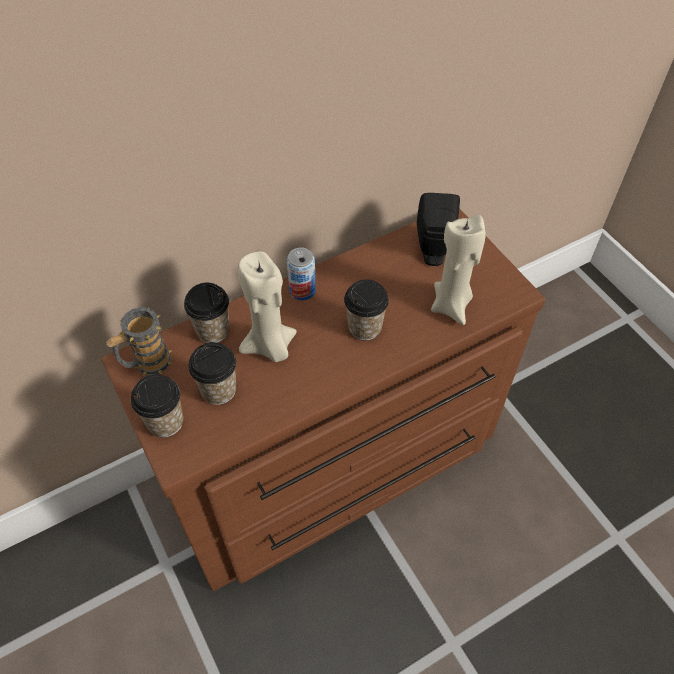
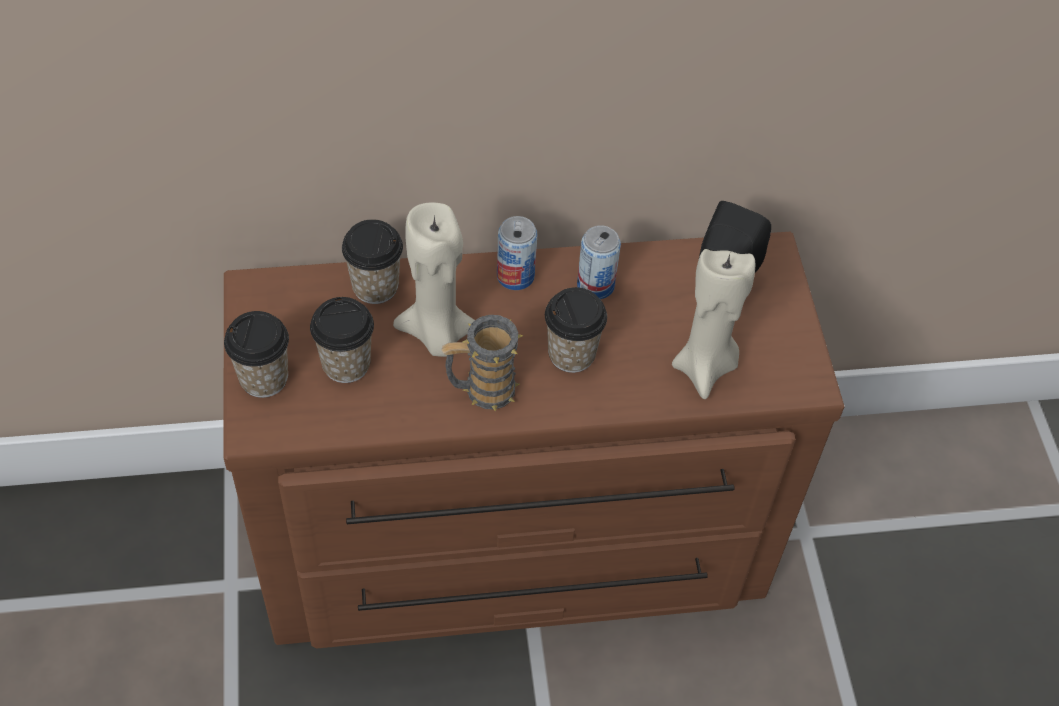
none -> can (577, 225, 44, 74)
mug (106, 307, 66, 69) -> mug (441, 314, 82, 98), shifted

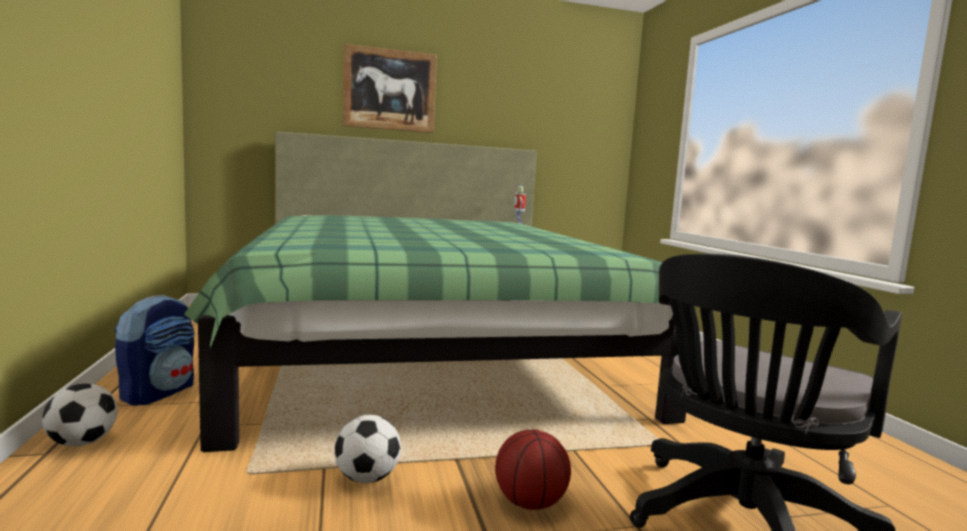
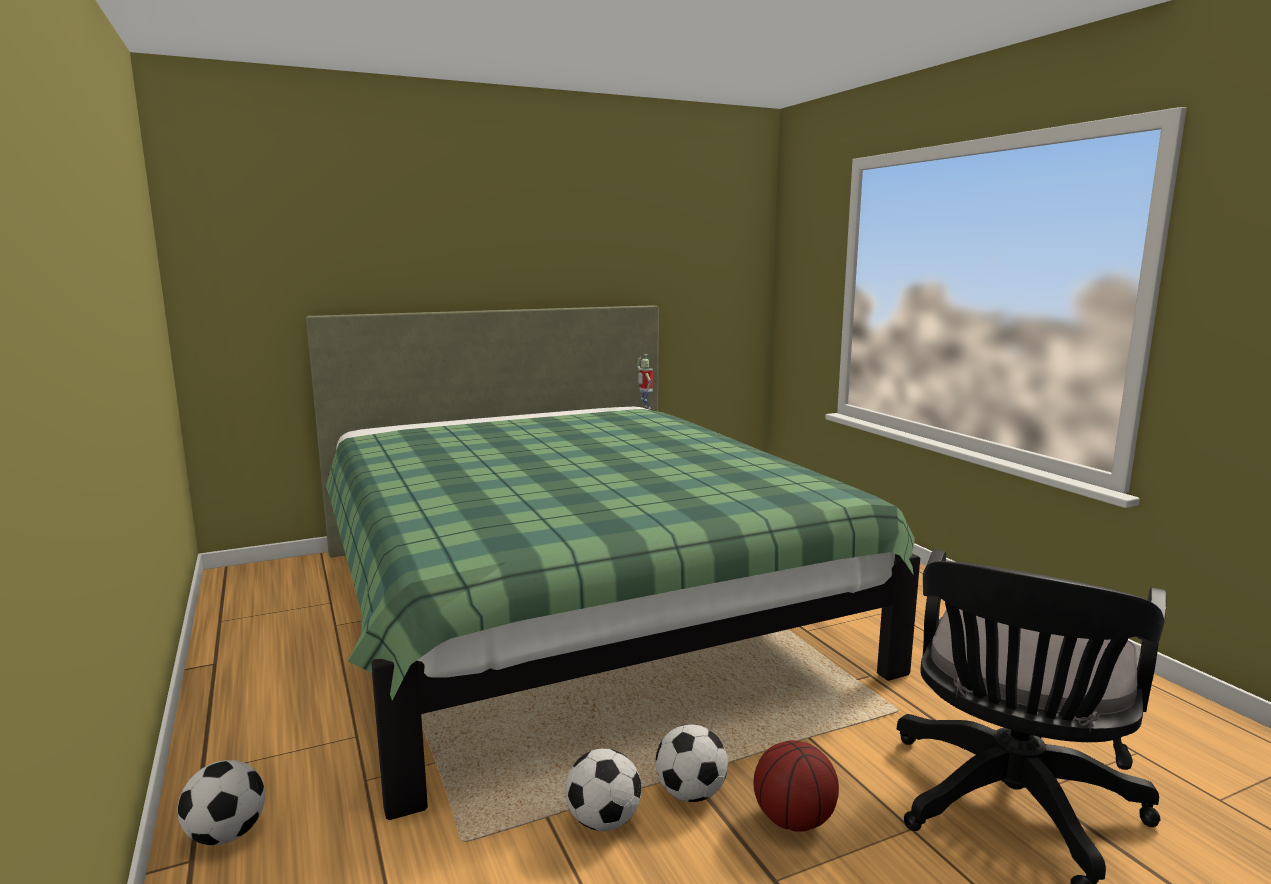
backpack (115, 295, 80, 111) -> none
picture (343, 44, 94, 89) -> none
none -> football (656, 724, 72, 78)

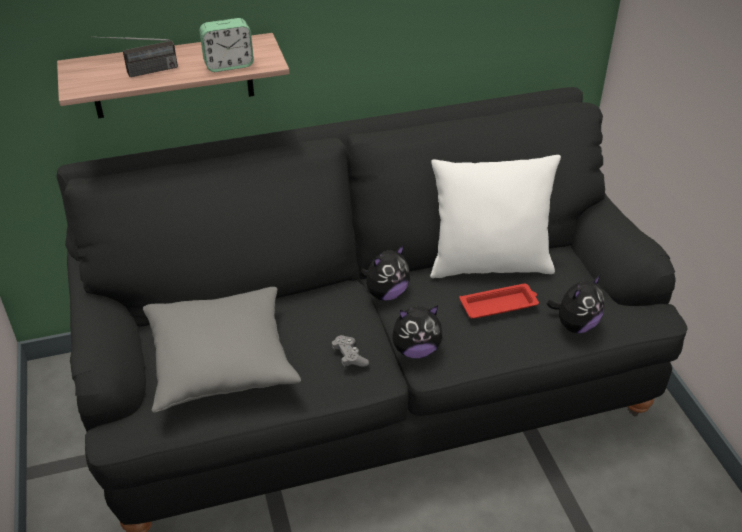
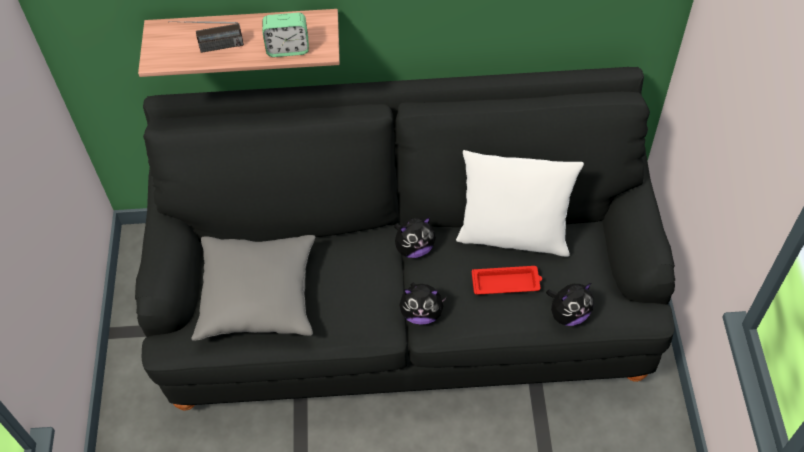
grey game controller (331, 335, 38, 32) -> none

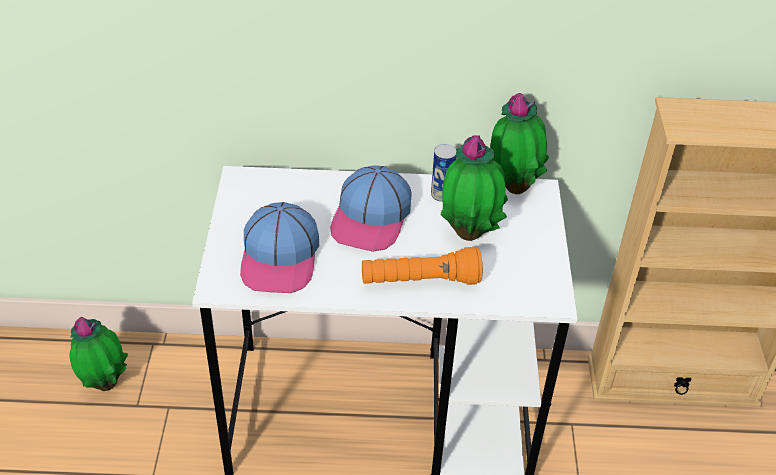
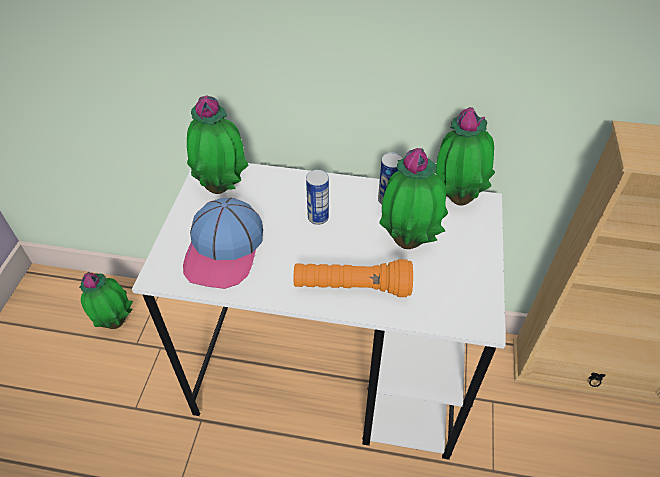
none -> potted plant (187, 95, 61, 99)
cap (330, 165, 82, 87) -> can (306, 170, 23, 55)

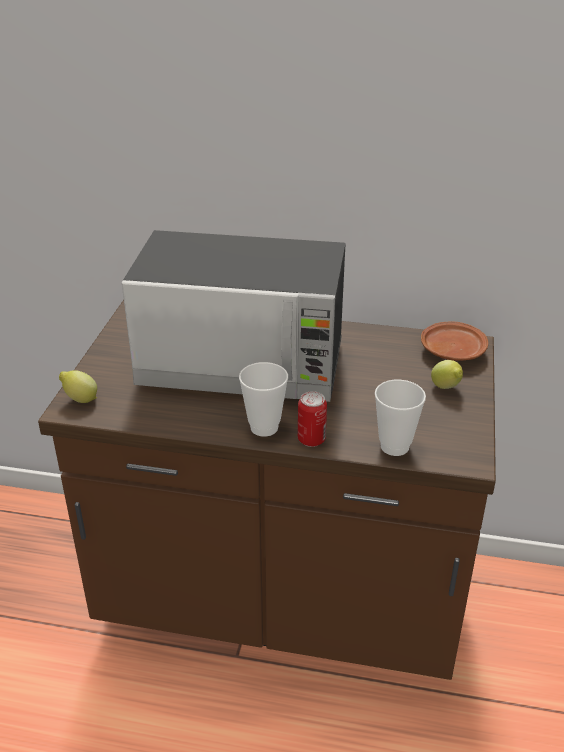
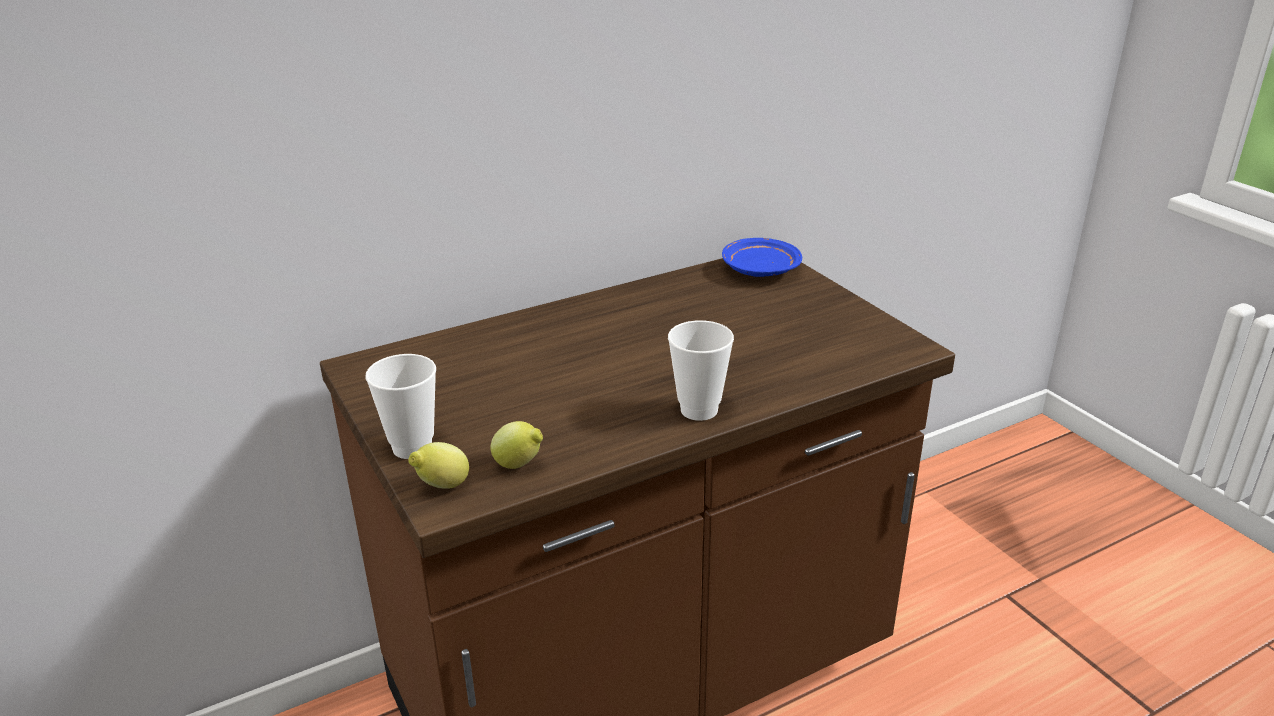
microwave (122, 230, 224, 172) -> none
can (298, 391, 29, 56) -> none
cup (375, 380, 51, 76) -> cup (365, 354, 71, 105), shifted
lemon (431, 360, 32, 29) -> lemon (490, 421, 53, 48), shifted
brown plate (421, 322, 67, 39) -> blue plate (722, 238, 80, 39)

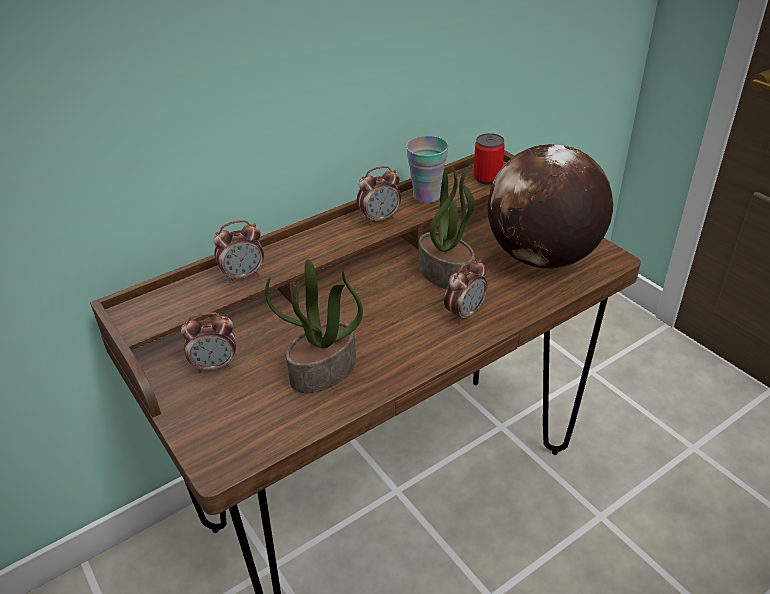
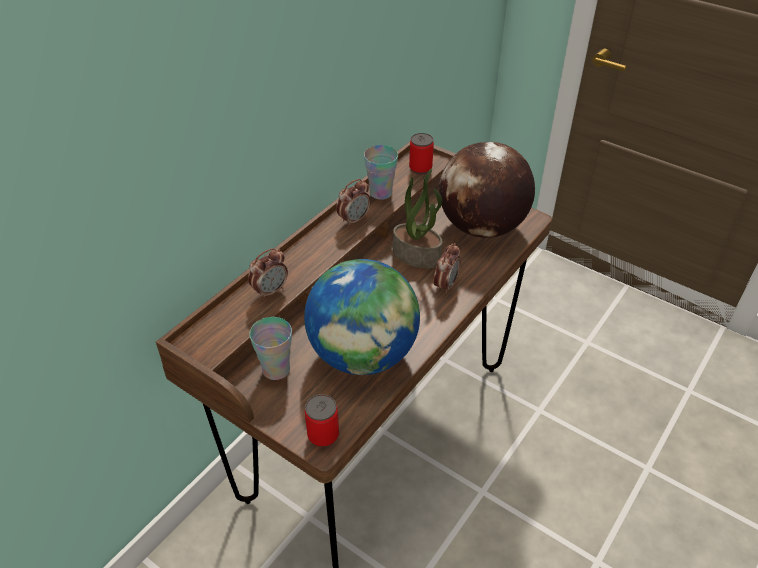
none -> can (305, 394, 34, 53)
alarm clock (181, 312, 55, 61) -> cup (249, 317, 43, 63)
potted plant (265, 259, 98, 134) -> globe (304, 259, 116, 116)

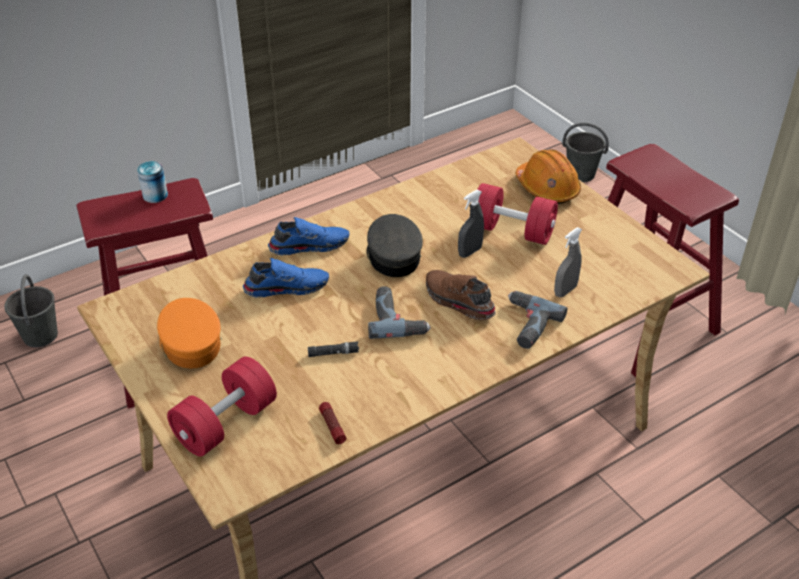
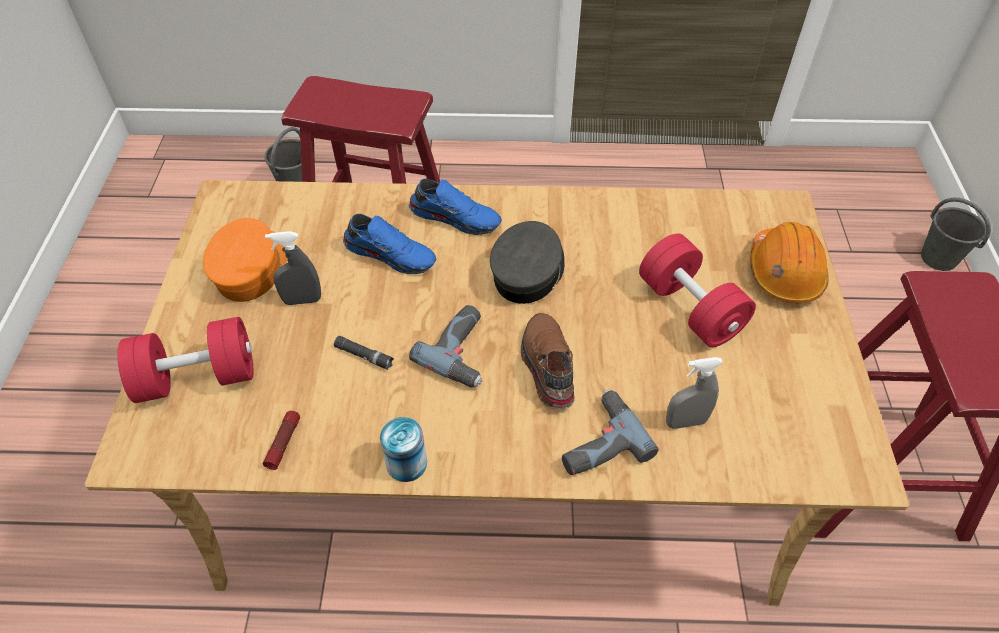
can (137, 161, 31, 42) -> can (380, 417, 47, 65), shifted
grey spray bottle (458, 190, 26, 68) -> grey spray bottle (265, 231, 56, 74), shifted

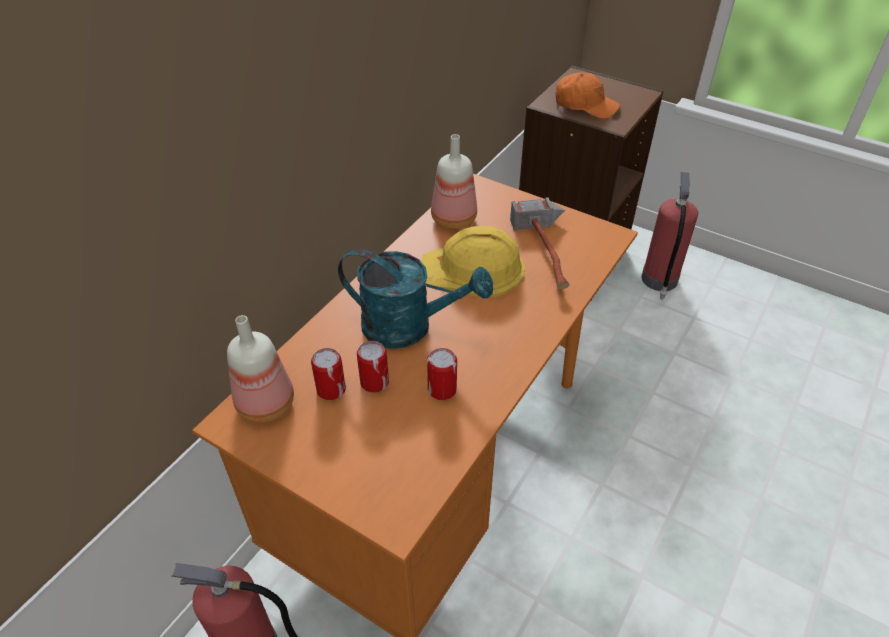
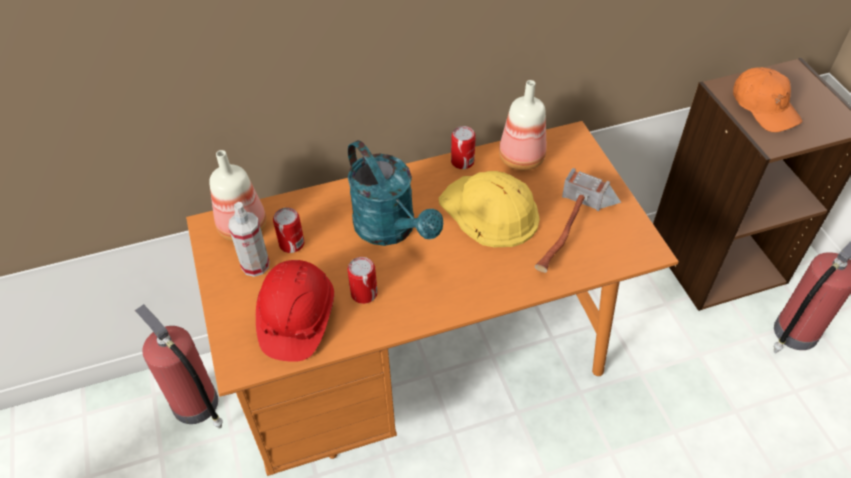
none -> spray bottle (228, 202, 41, 75)
none -> red hard hat (256, 260, 78, 102)
can (357, 341, 32, 52) -> can (451, 126, 25, 43), shifted

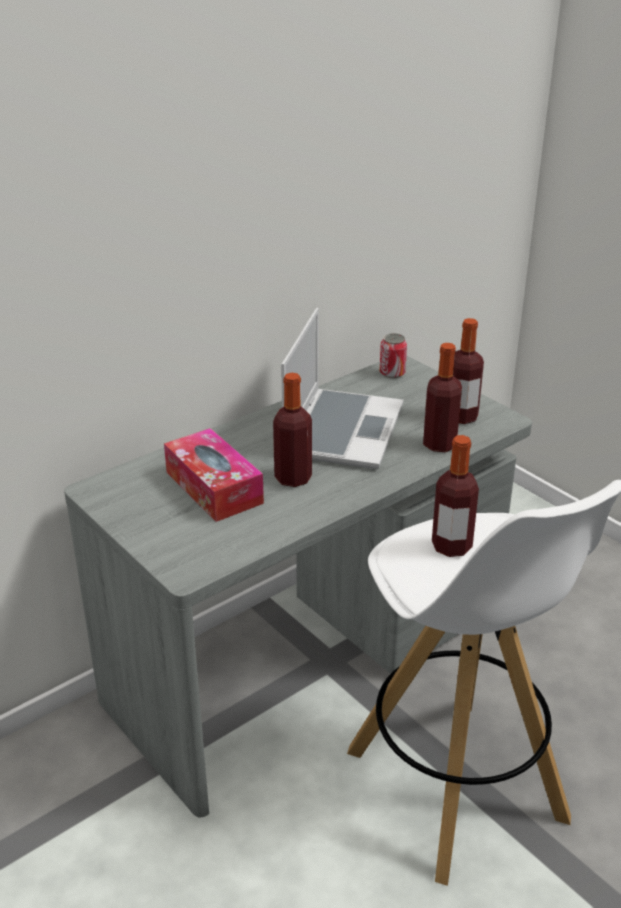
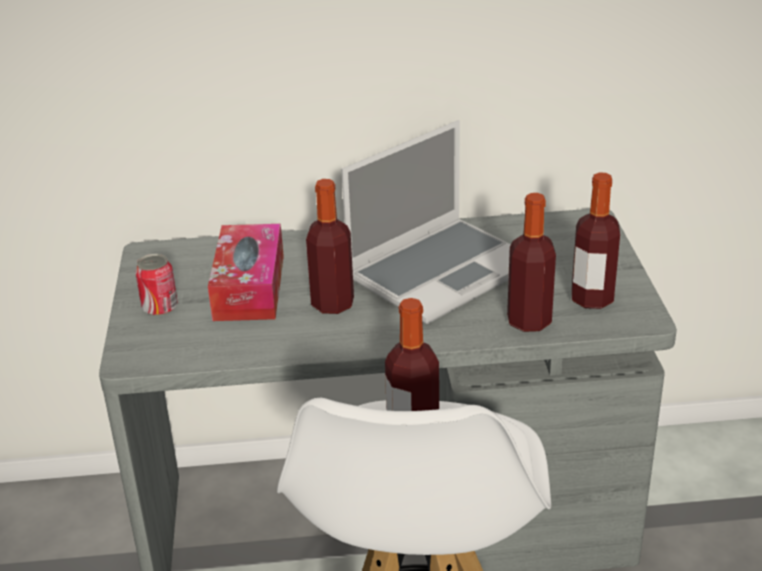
can (380, 333, 27, 45) -> can (135, 254, 43, 62), shifted

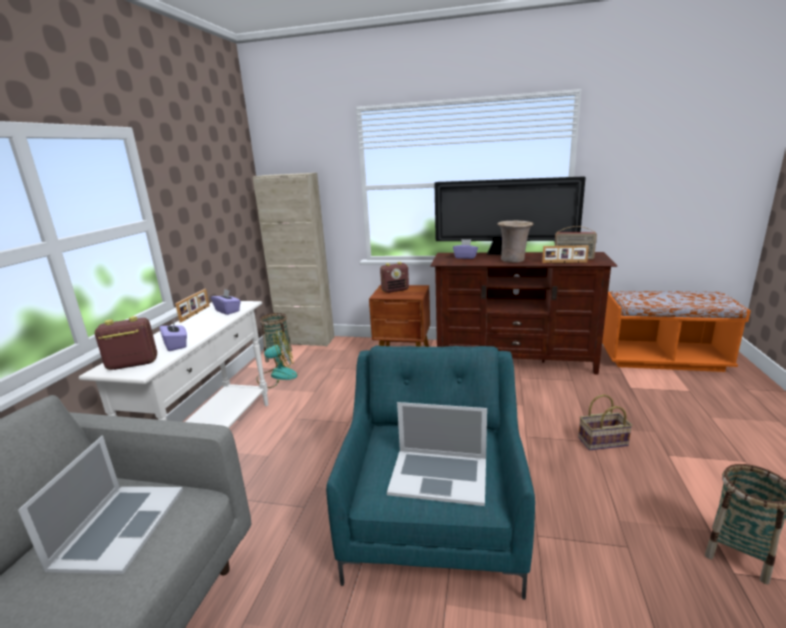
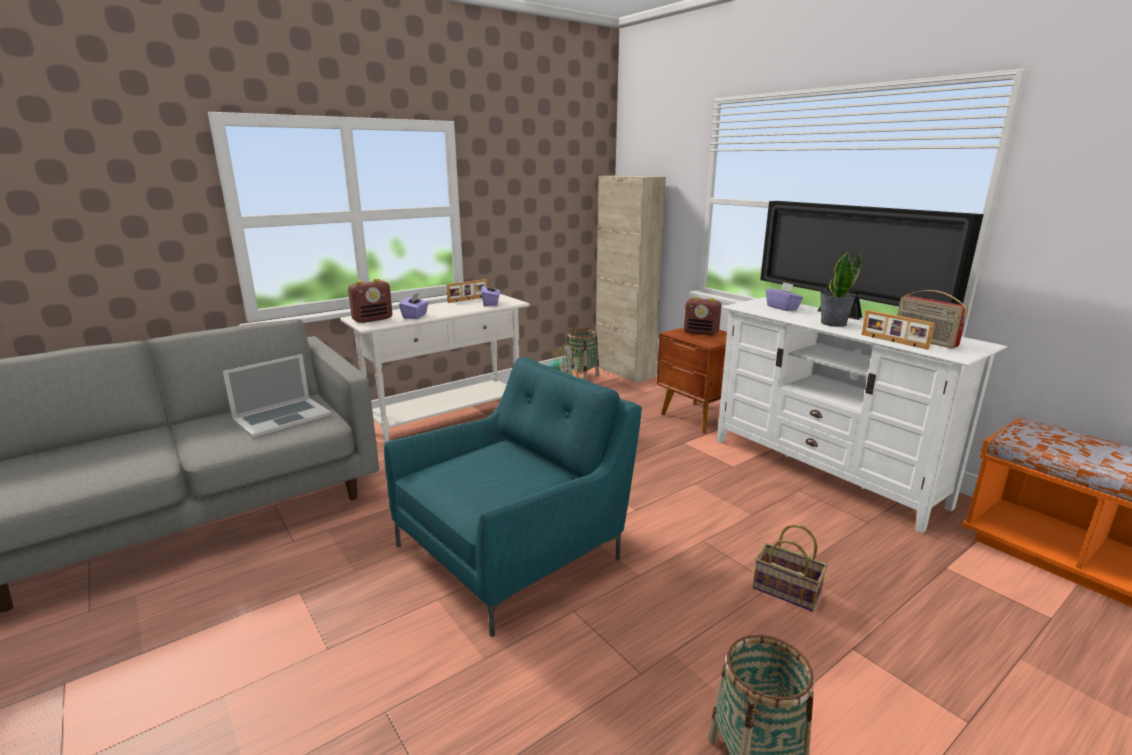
laptop (387, 402, 100, 104) -> none
beige vase (497, 220, 36, 43) -> potted plant (820, 252, 42, 75)
brown tv stand (430, 252, 187, 122) -> white tv stand (717, 297, 290, 236)
radio (95, 316, 62, 54) -> radio (348, 278, 45, 45), 120 degrees clockwise

